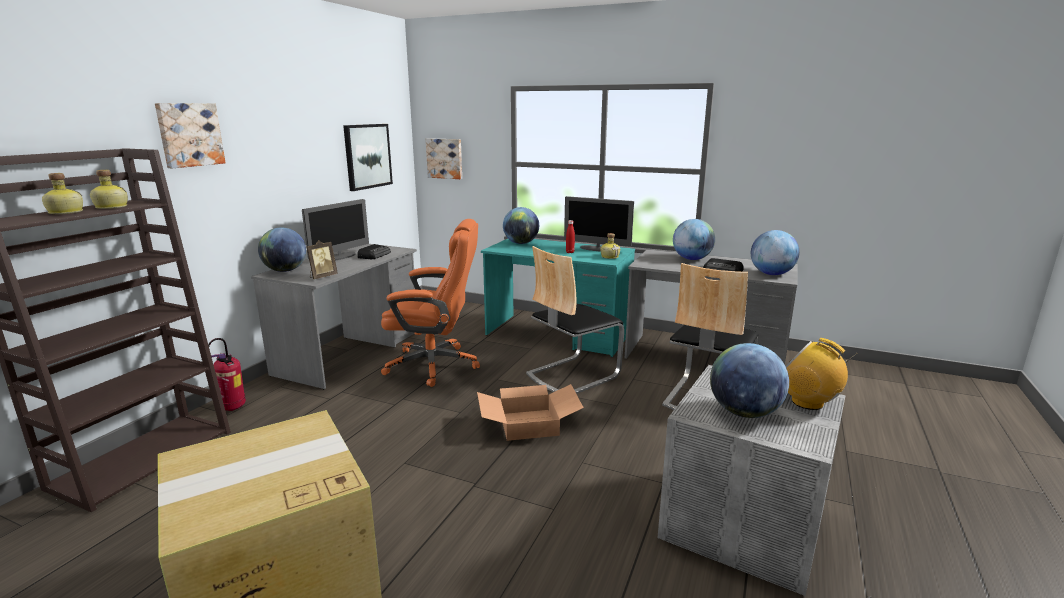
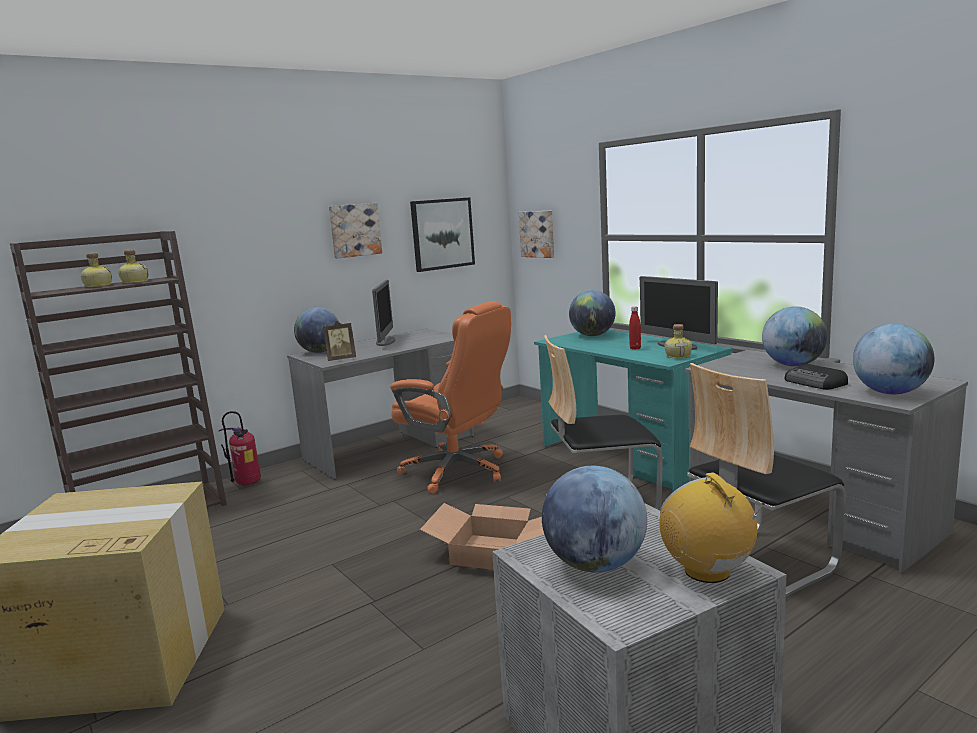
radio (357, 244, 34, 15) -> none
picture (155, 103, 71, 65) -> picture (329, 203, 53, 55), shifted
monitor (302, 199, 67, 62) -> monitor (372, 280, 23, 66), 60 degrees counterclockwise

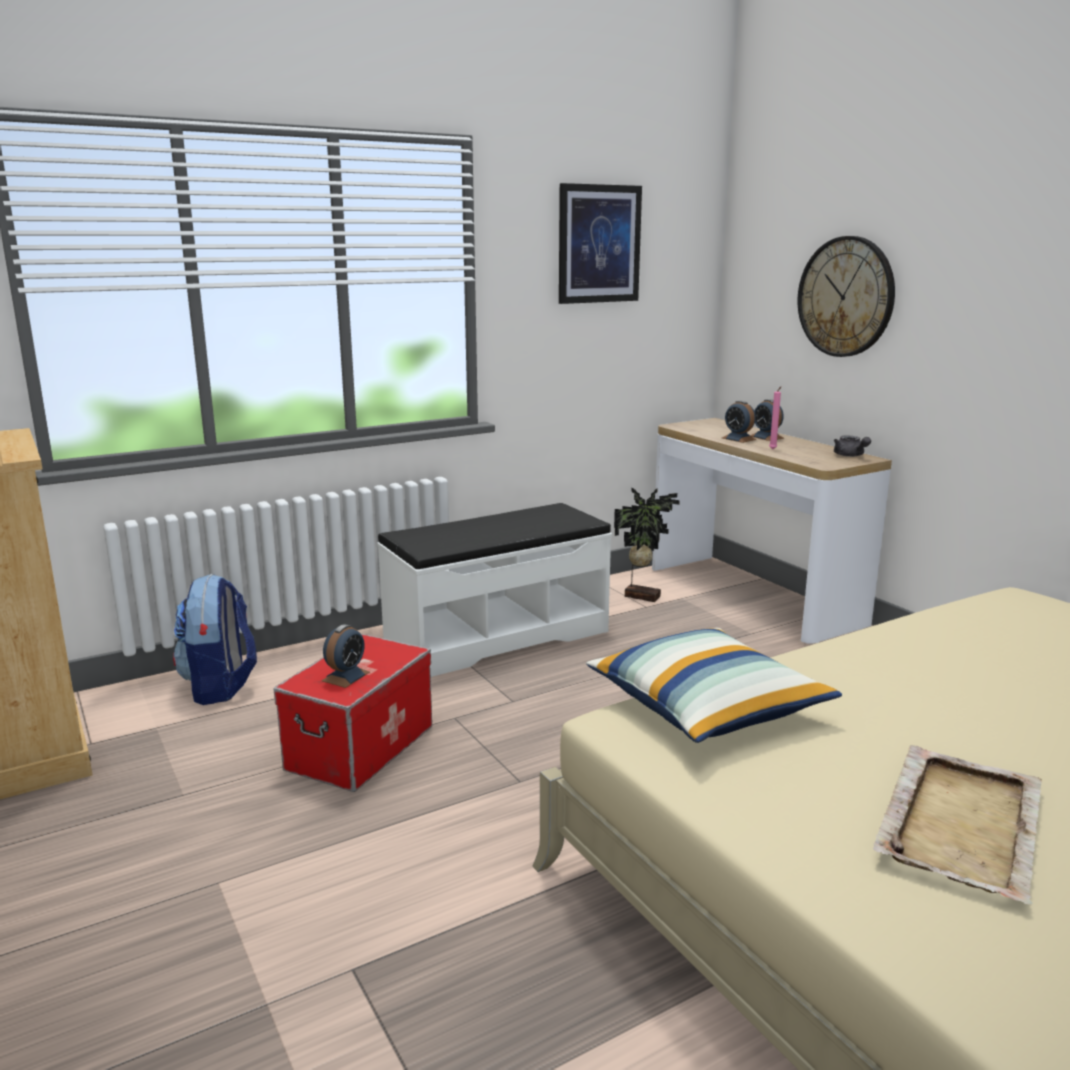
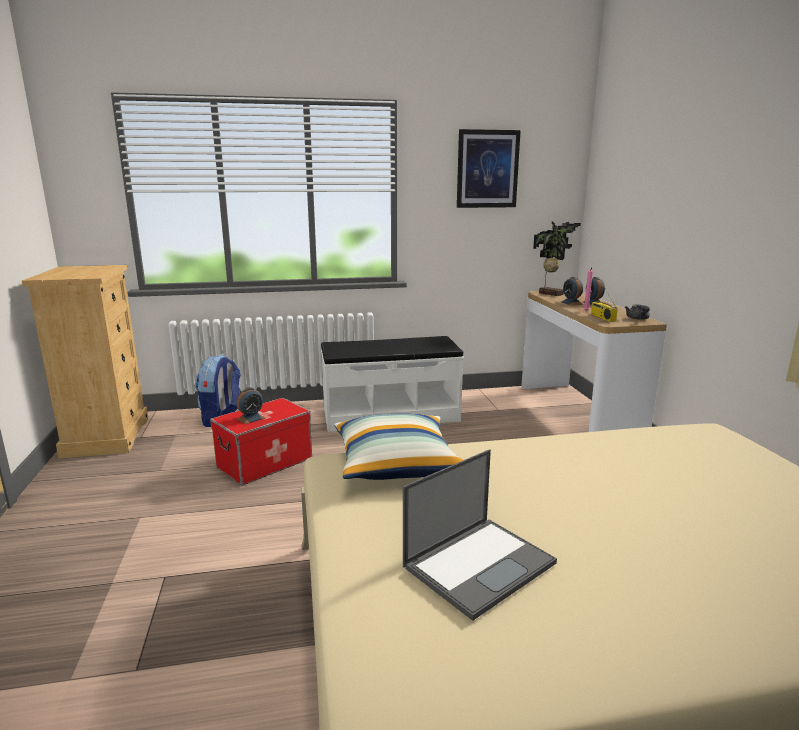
wall clock (798, 236, 97, 121) -> none
none -> radio (591, 283, 27, 39)
potted plant (614, 488, 66, 114) -> potted plant (533, 221, 48, 75), shifted
beige tray (873, 745, 169, 159) -> laptop (403, 449, 154, 172)

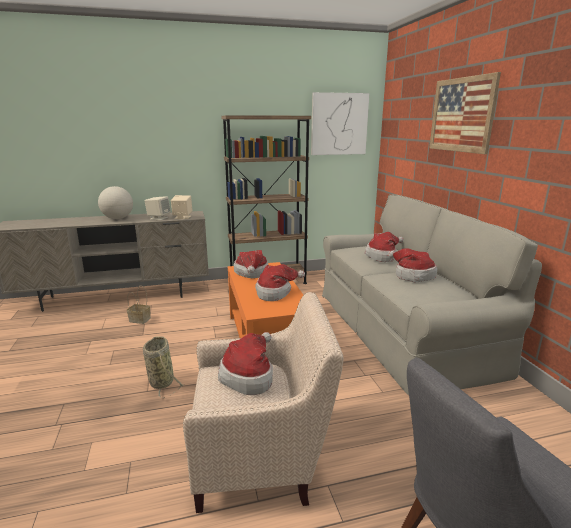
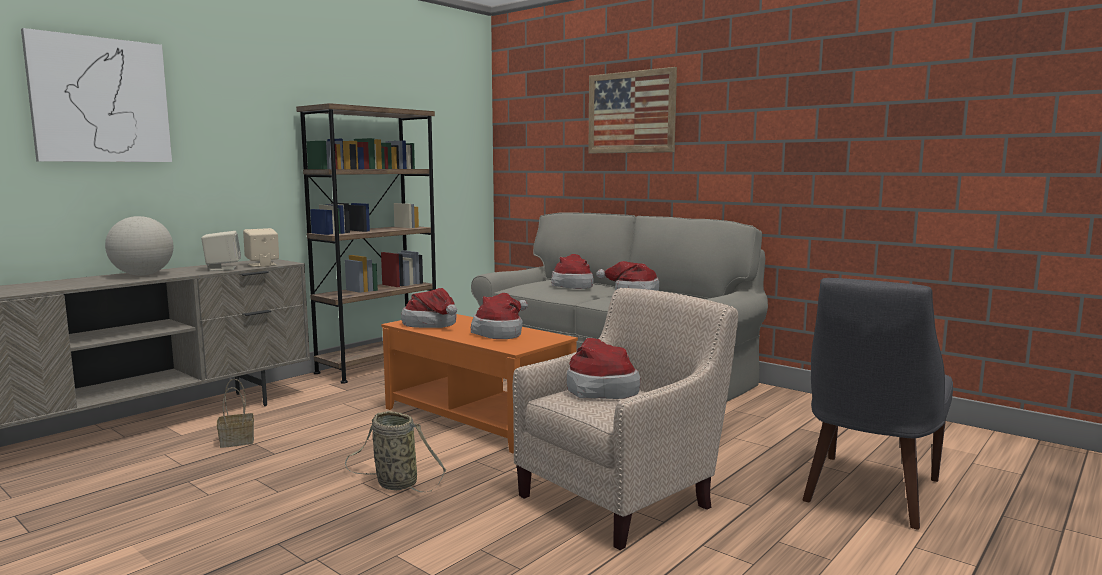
picture (311, 92, 58, 63) -> picture (21, 28, 151, 134), shifted

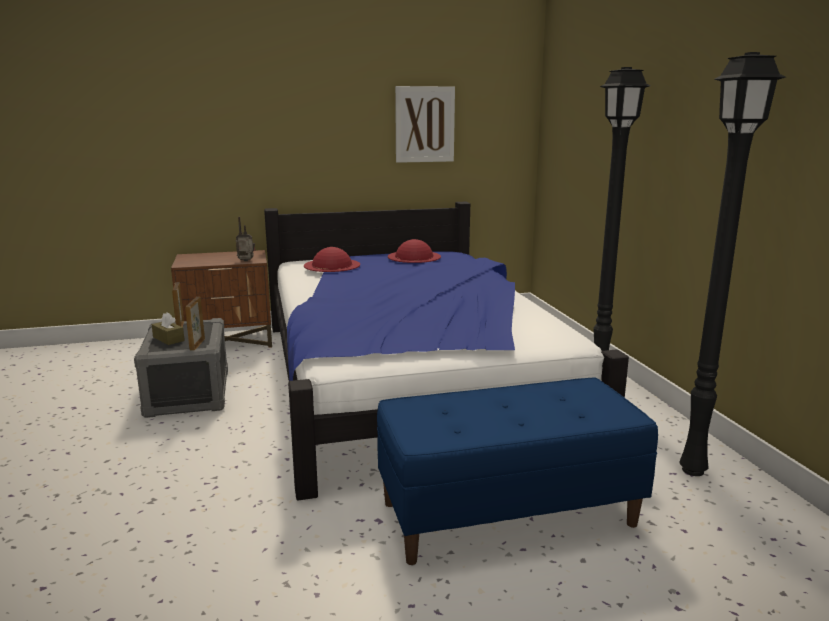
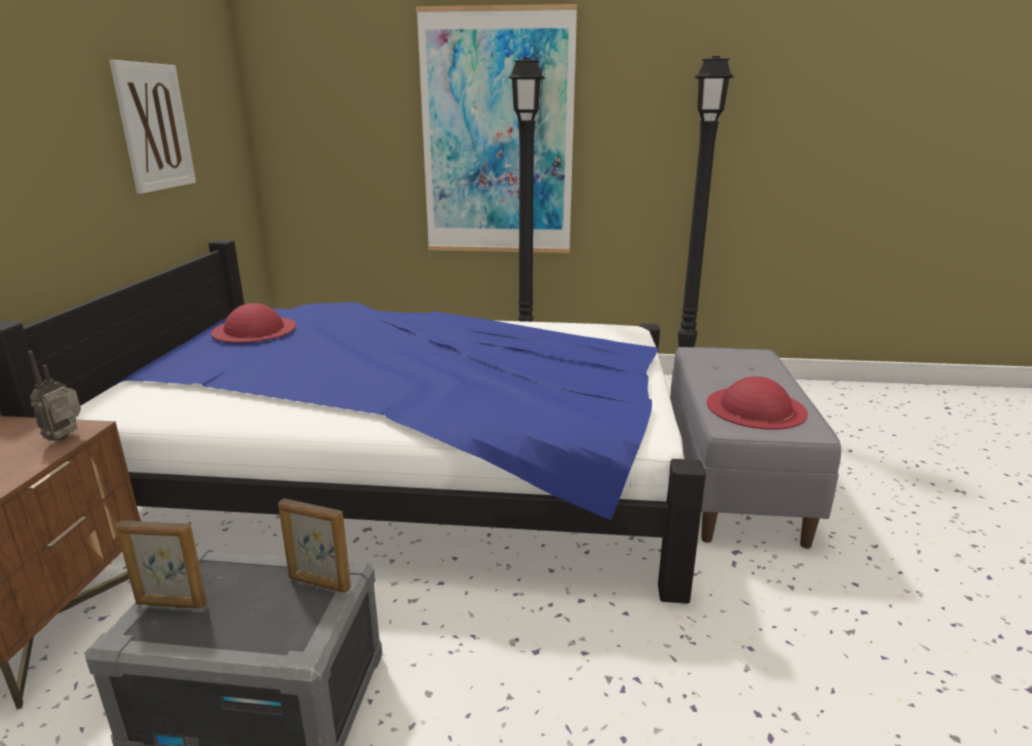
brown tissue box (152, 312, 33, 33) -> none
none -> picture (416, 4, 161, 249)
red hat (304, 247, 56, 25) -> red hat (707, 376, 101, 54), shifted
blue bench (377, 378, 281, 187) -> grey bench (670, 347, 171, 202)

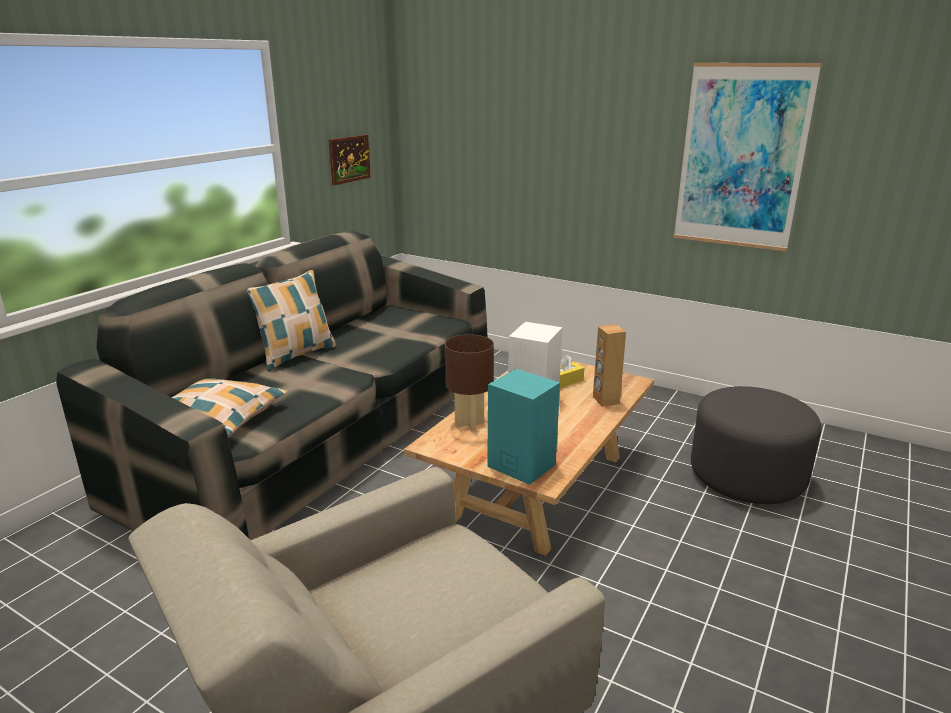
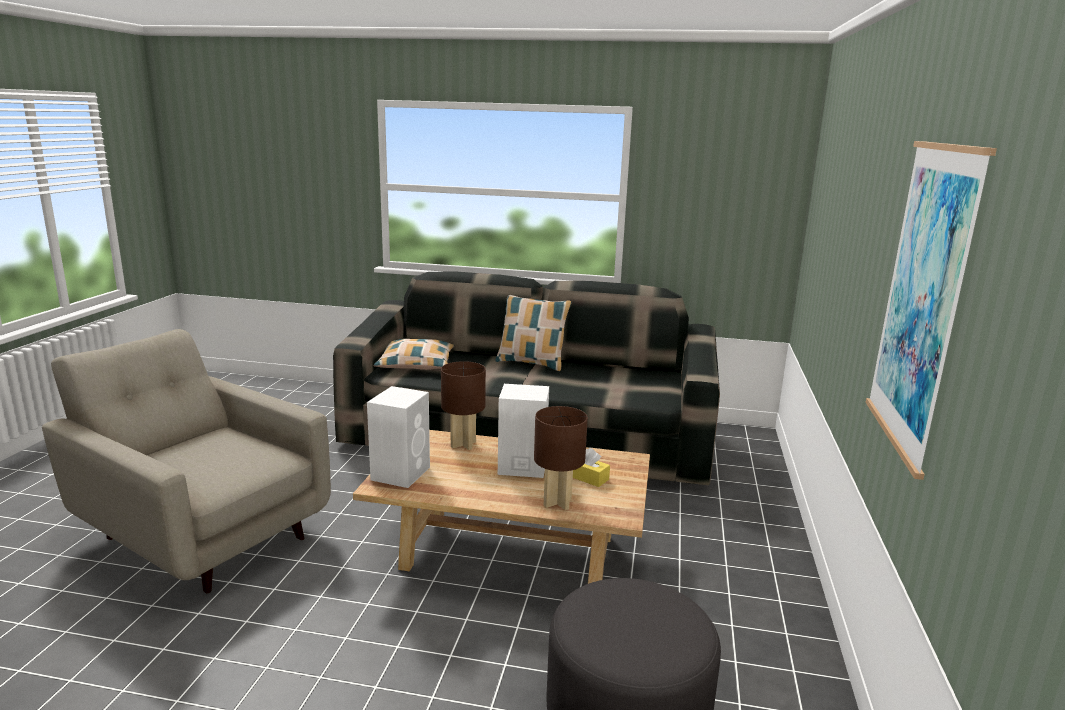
picture (329, 135, 42, 50) -> none
brown speaker (593, 324, 33, 82) -> brown table lamp (534, 406, 54, 104)
turquoise speaker (487, 369, 73, 116) -> white speaker (367, 386, 63, 102)

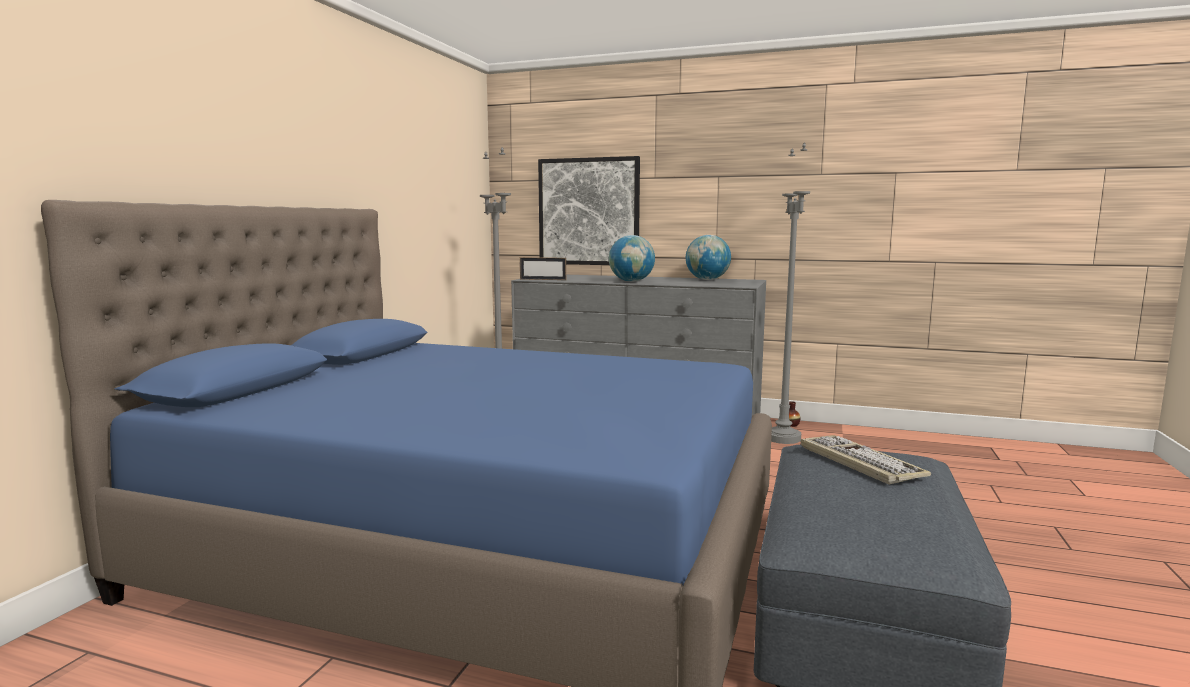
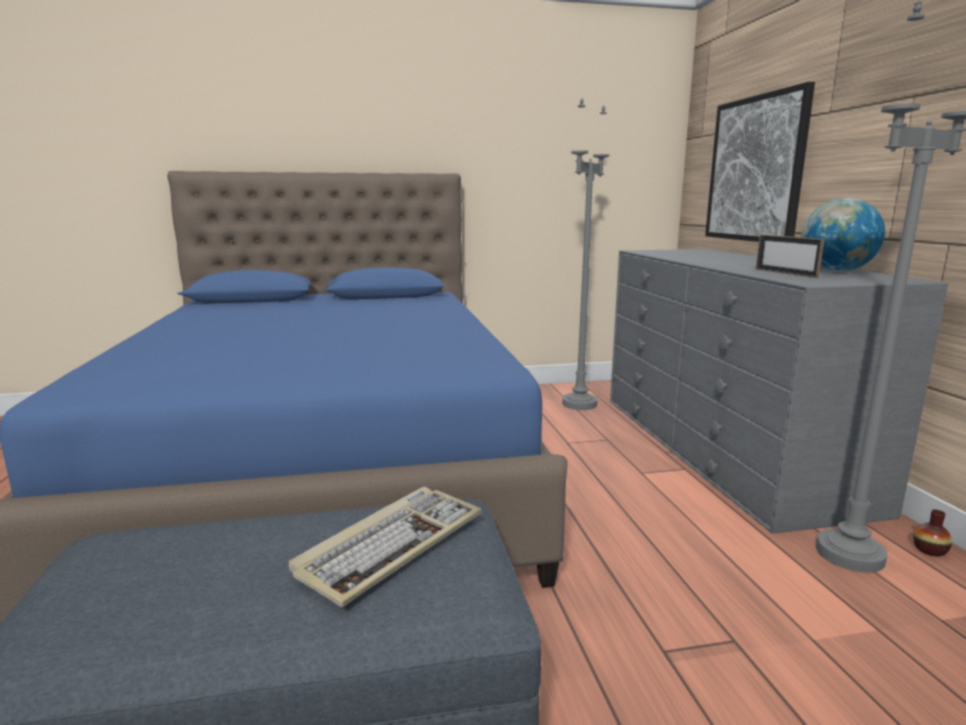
globe (609, 235, 46, 47) -> none
picture frame (520, 257, 46, 23) -> picture frame (756, 235, 68, 43), shifted

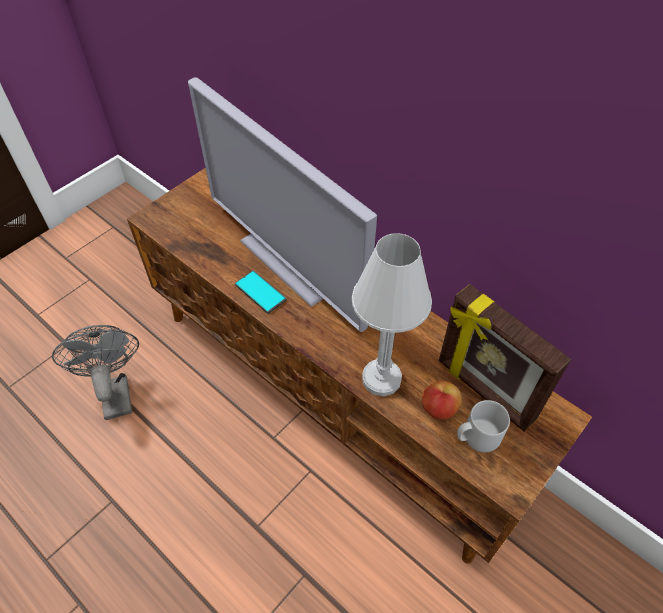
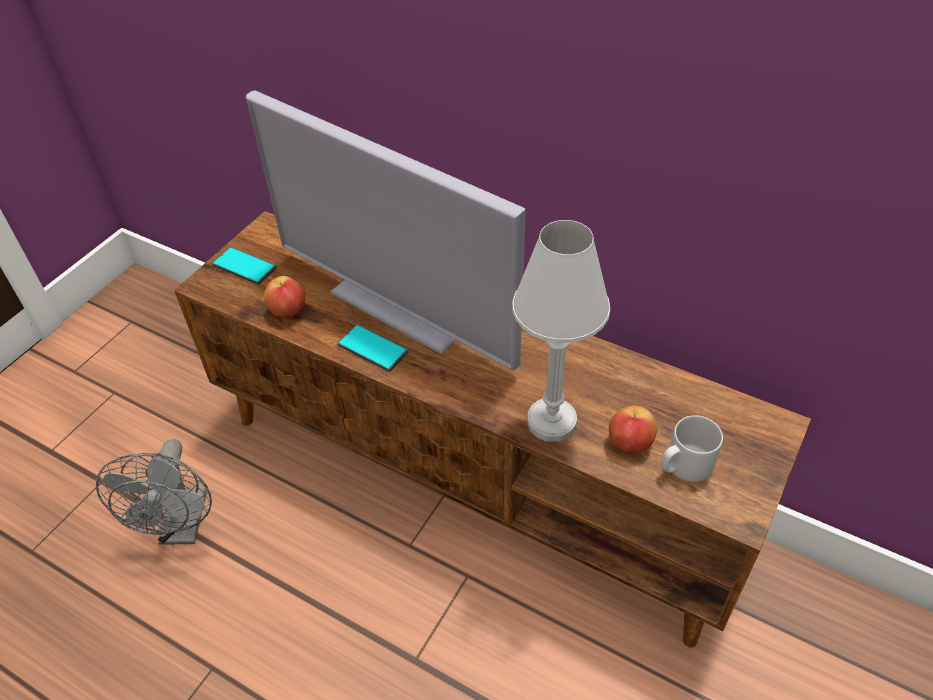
picture frame (439, 284, 132, 148) -> none
none -> phone (212, 247, 65, 38)
none -> apple (264, 276, 42, 42)
grey fan (52, 325, 87, 95) -> grey fan (96, 439, 116, 106), 150 degrees counterclockwise

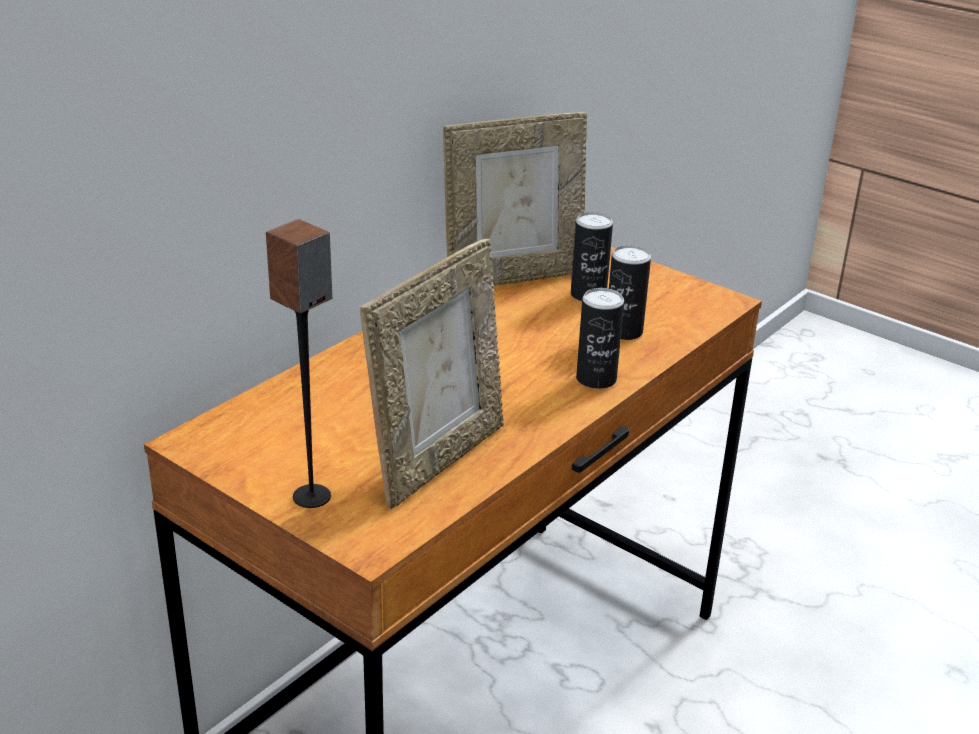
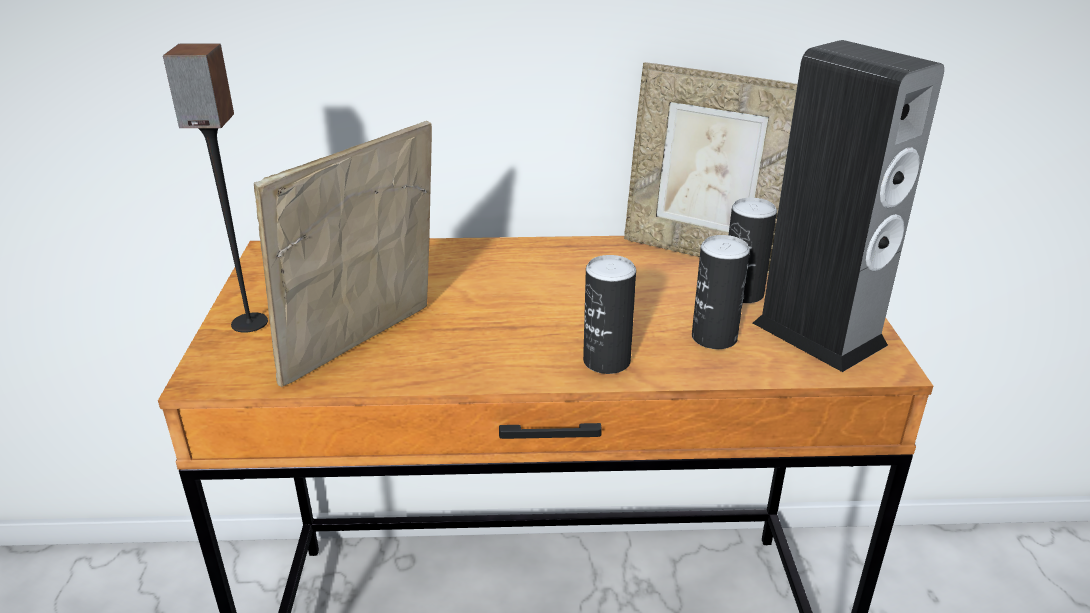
none -> speaker (753, 40, 191, 332)
picture frame (360, 238, 144, 271) -> picture frame (254, 121, 178, 266), 135 degrees clockwise

